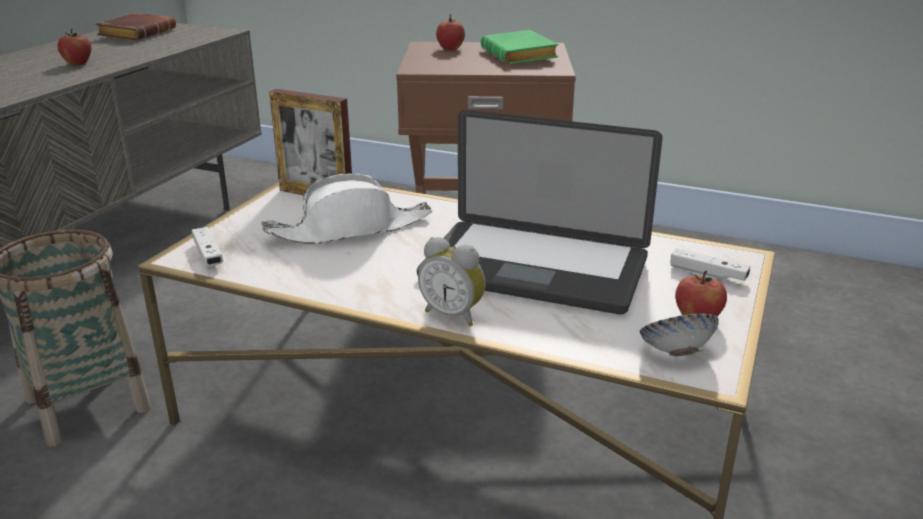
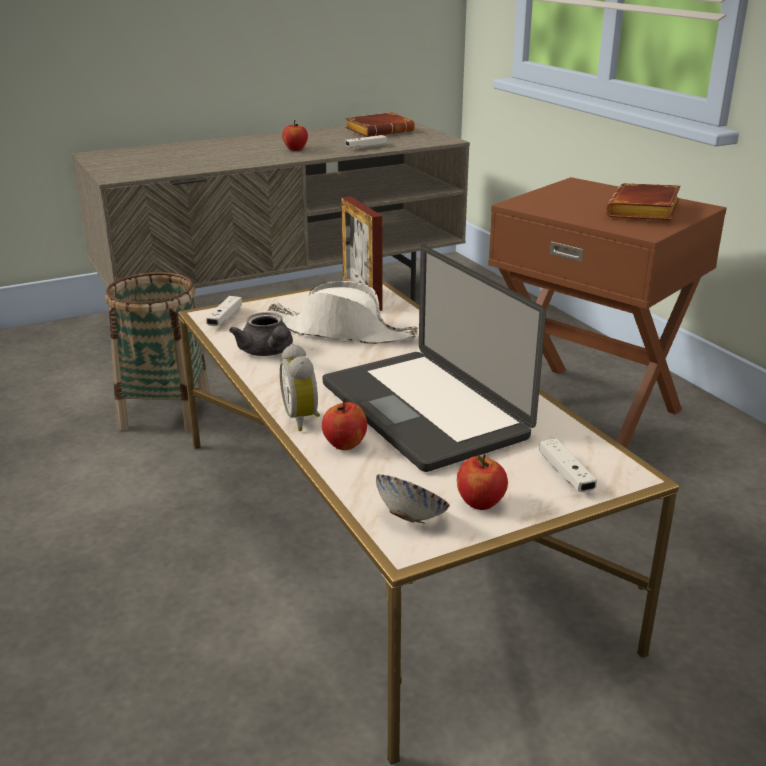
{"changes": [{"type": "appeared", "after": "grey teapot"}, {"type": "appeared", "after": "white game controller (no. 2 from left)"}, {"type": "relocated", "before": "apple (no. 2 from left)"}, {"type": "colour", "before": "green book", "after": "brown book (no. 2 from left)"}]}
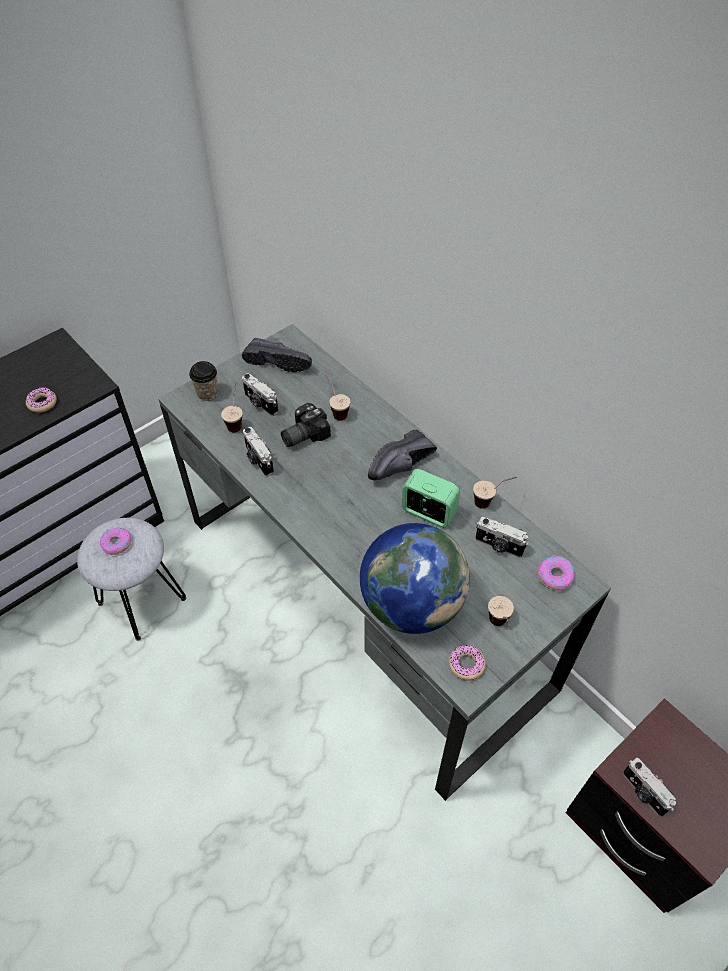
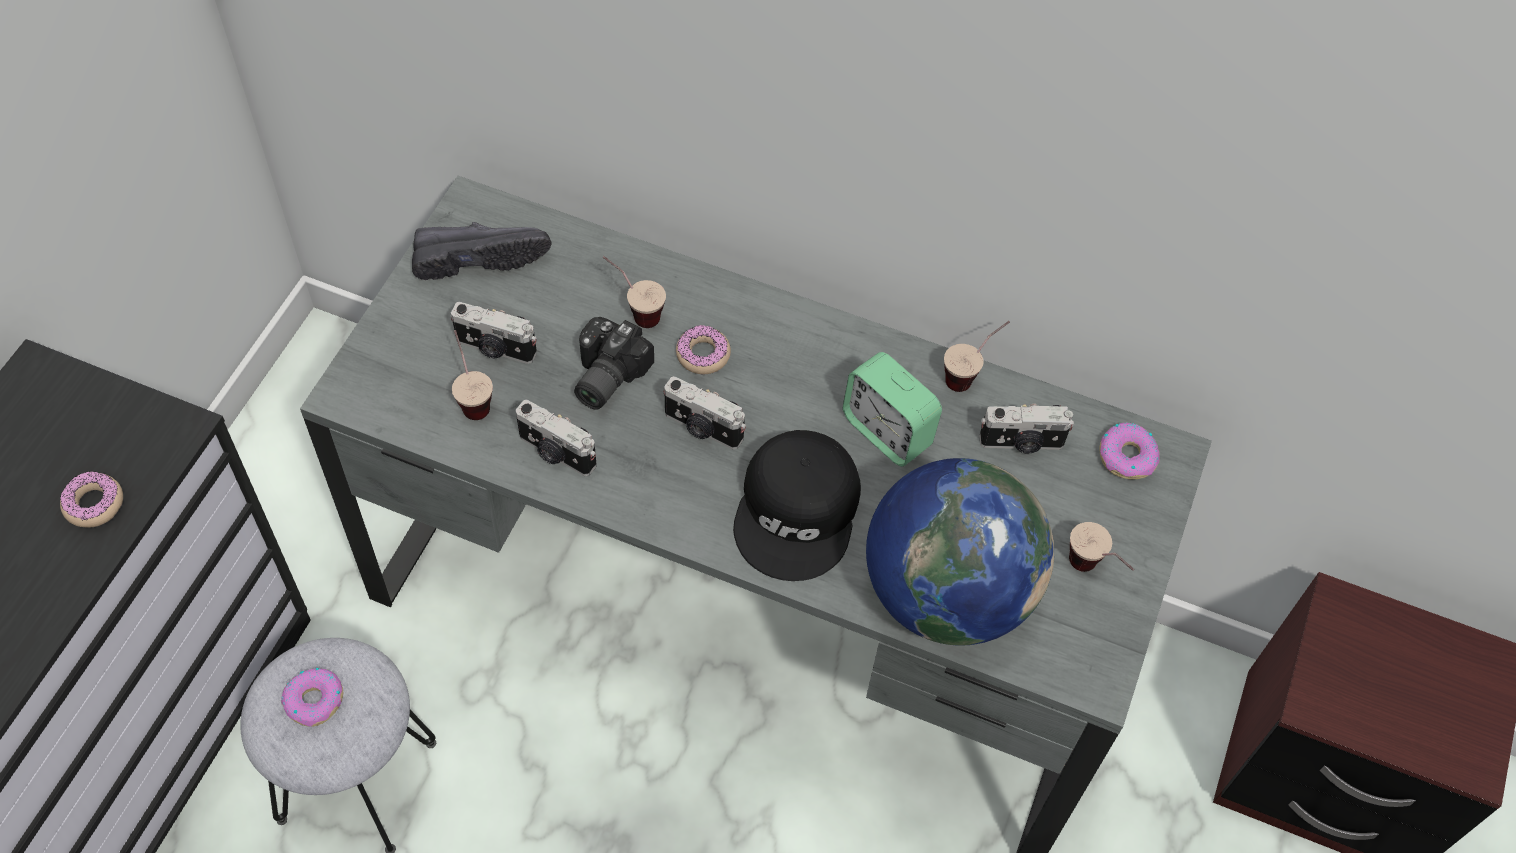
{"changes": [{"type": "missing", "before": "cup (no. 1 from left)"}, {"type": "missing", "before": "black shoe (no. 2 from left)"}, {"type": "appeared", "after": "black cap"}, {"type": "relocated", "before": "donut (no. 3 from left)"}, {"type": "relocated", "before": "photo camera (no. 5 from left in the first image)", "after": "photo camera (no. 4 from left)"}, {"type": "spun", "before": "alarm clock", "turn": -135}]}
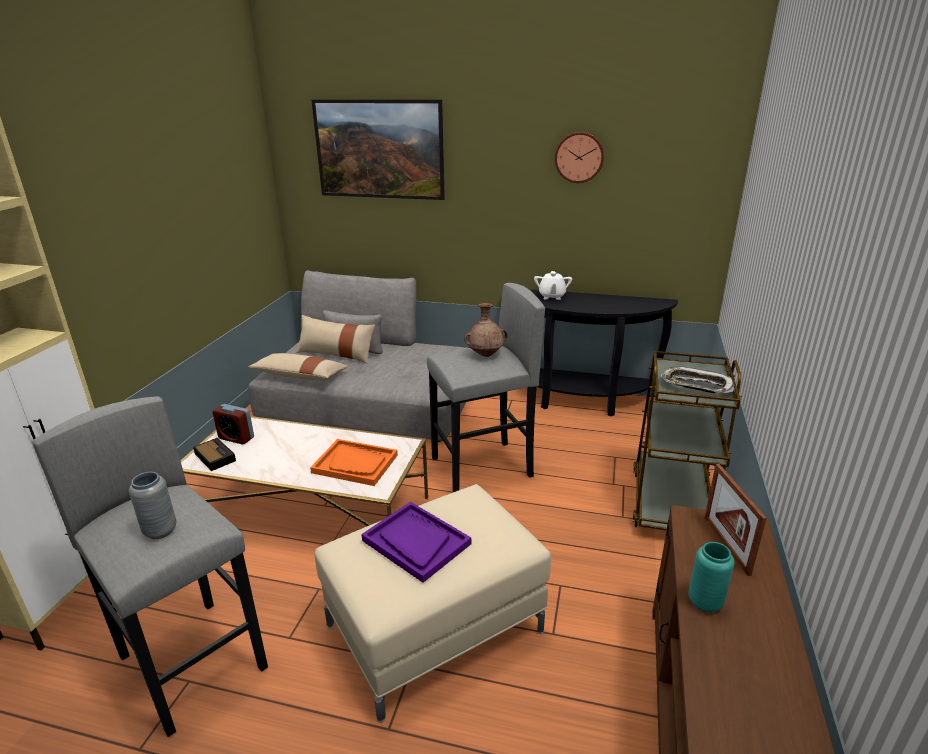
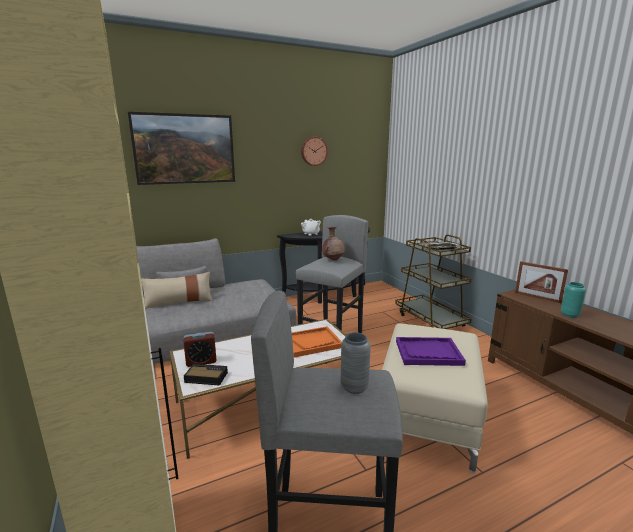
{"changes": [{"type": "missing", "before": "beige pillow (no. 1 from left)"}]}
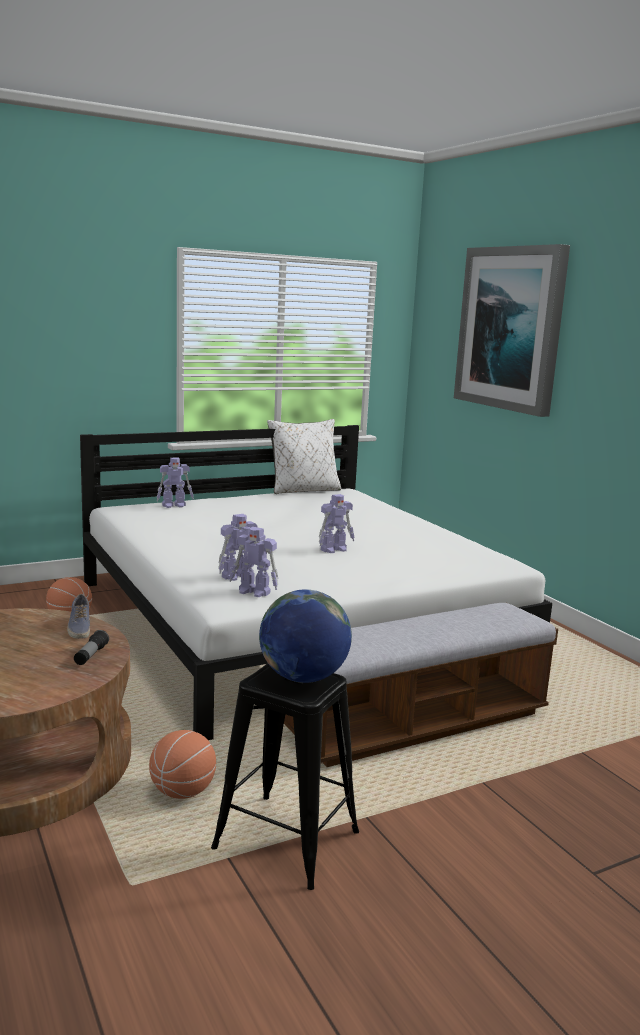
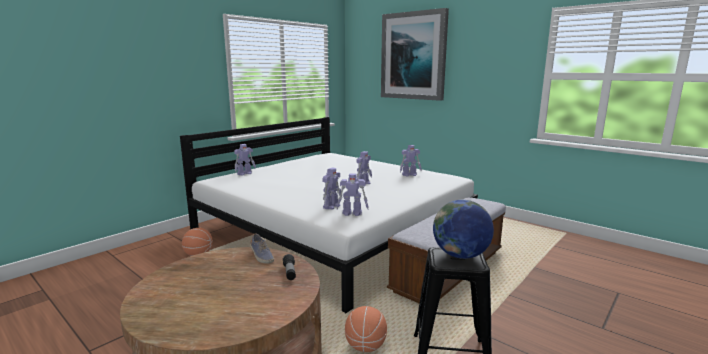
{"changes": [{"type": "missing", "before": "white pillow"}, {"type": "appeared", "after": "toy robot (no. 5 from left)"}]}
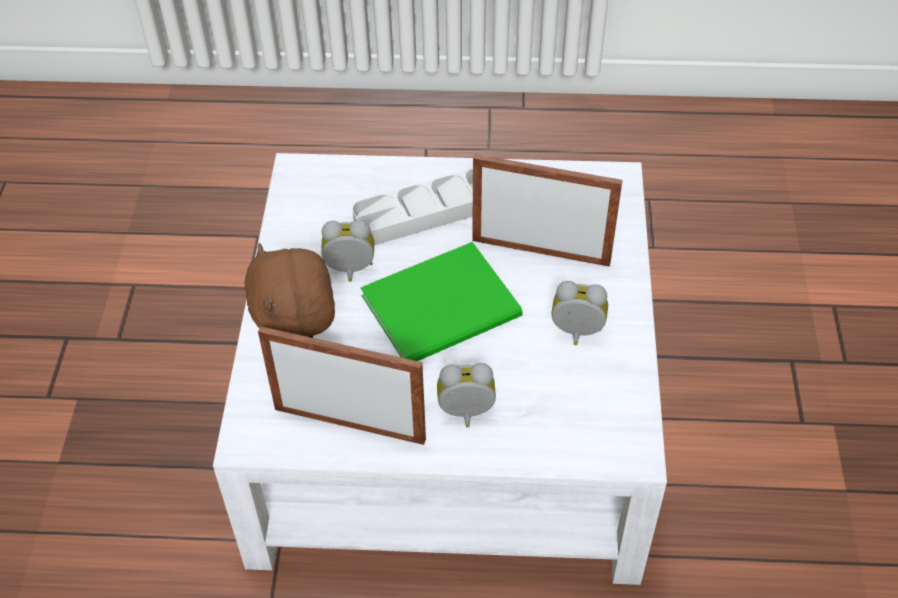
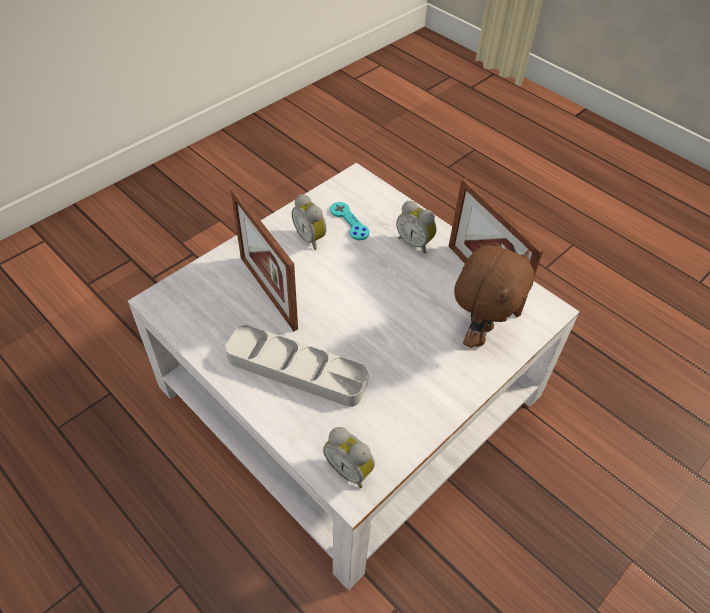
{"changes": [{"type": "missing", "before": "green book"}, {"type": "appeared", "after": "turquoise game controller"}, {"type": "relocated", "before": "alarm clock (no. 1 from left in the first image)", "after": "alarm clock (no. 2 from left)"}]}
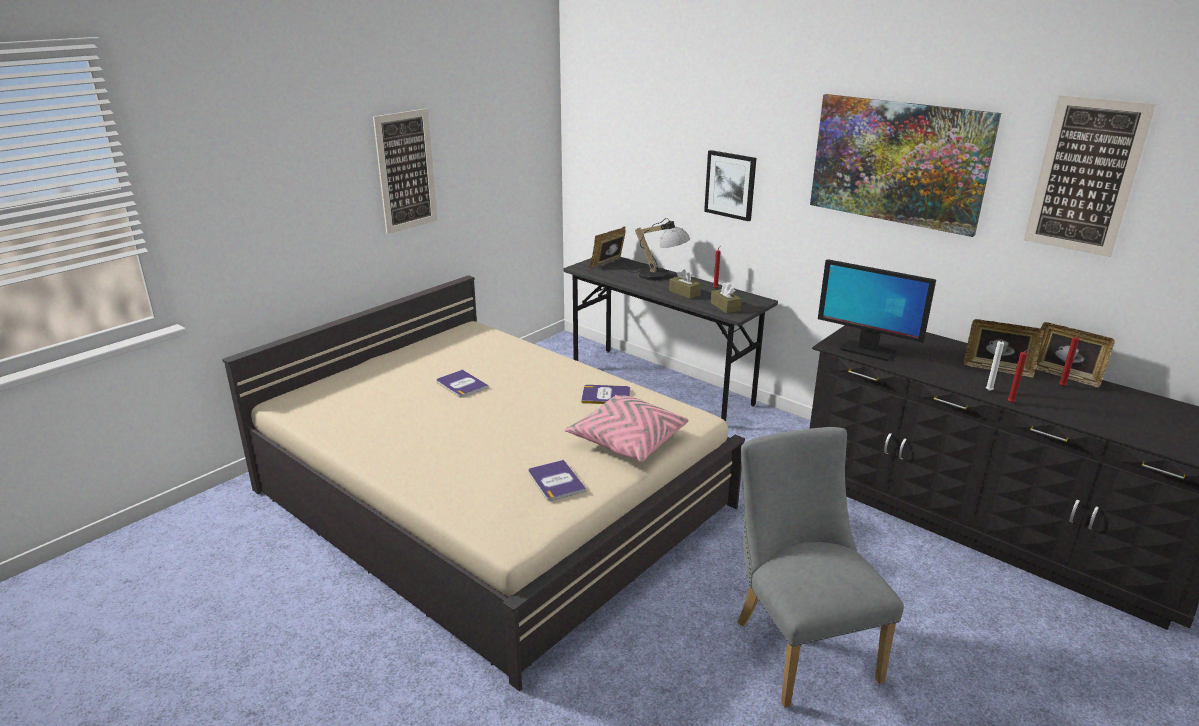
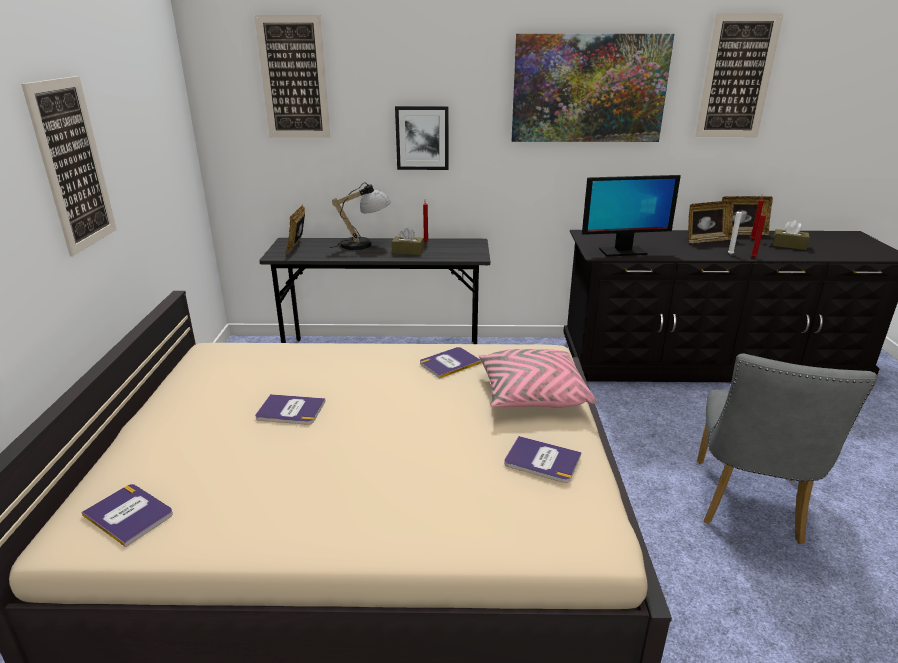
{"changes": [{"type": "appeared", "after": "book (no. 1 from left)"}, {"type": "appeared", "after": "picture (no. 2 from left)"}, {"type": "relocated", "before": "brown tissue box (no. 2 from left)"}, {"type": "spun", "before": "grey chair", "turn": -105}]}
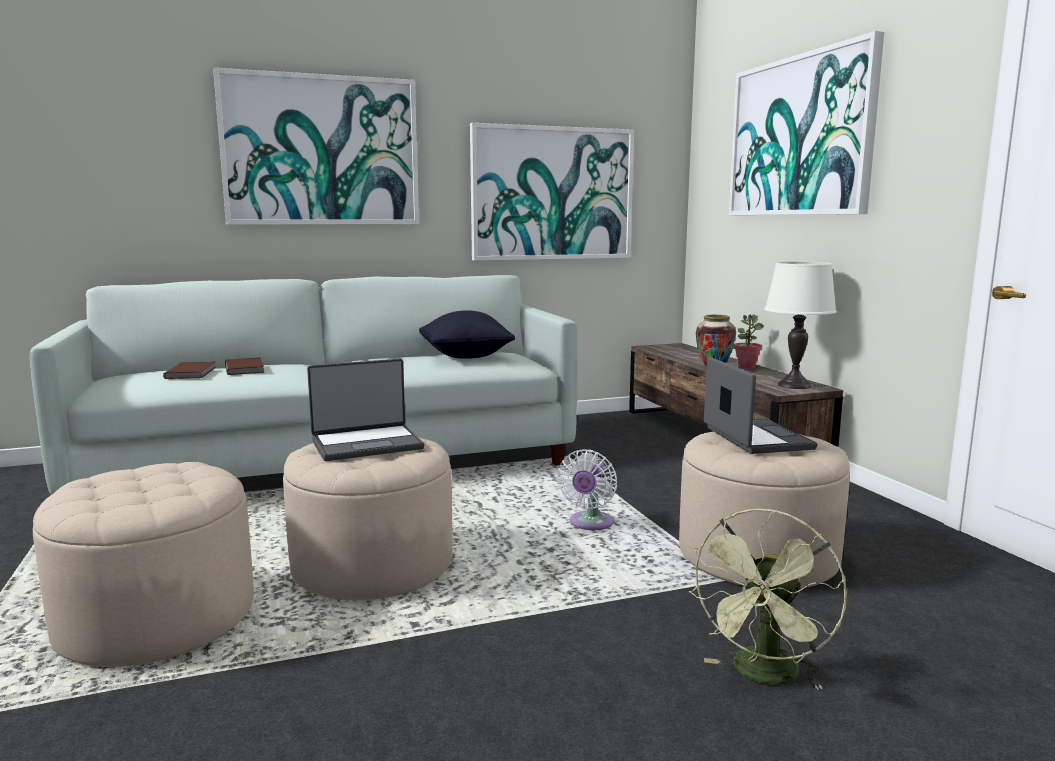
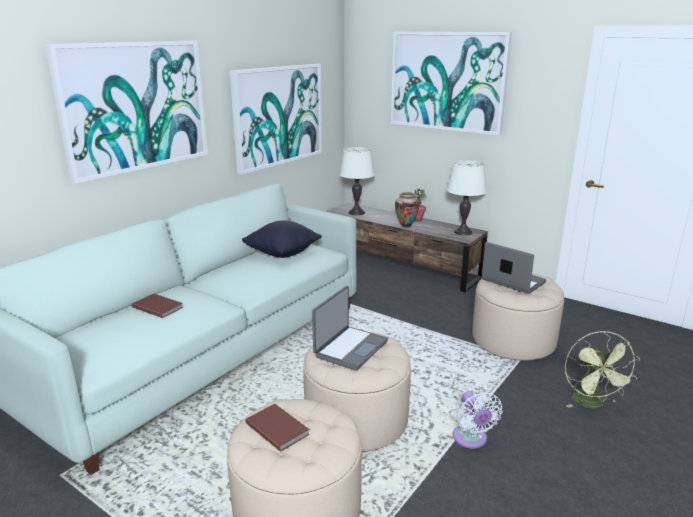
{"changes": [{"type": "appeared", "after": "white table lamp (no. 1 from left)"}, {"type": "relocated", "before": "brown book (no. 1 from left in the first image)", "after": "brown book (no. 2 from left)"}, {"type": "relocated", "before": "white fan"}]}
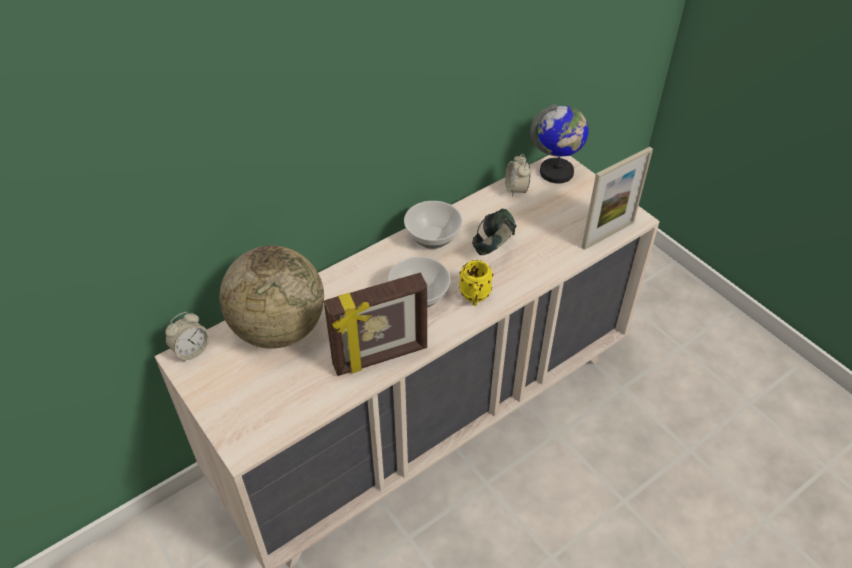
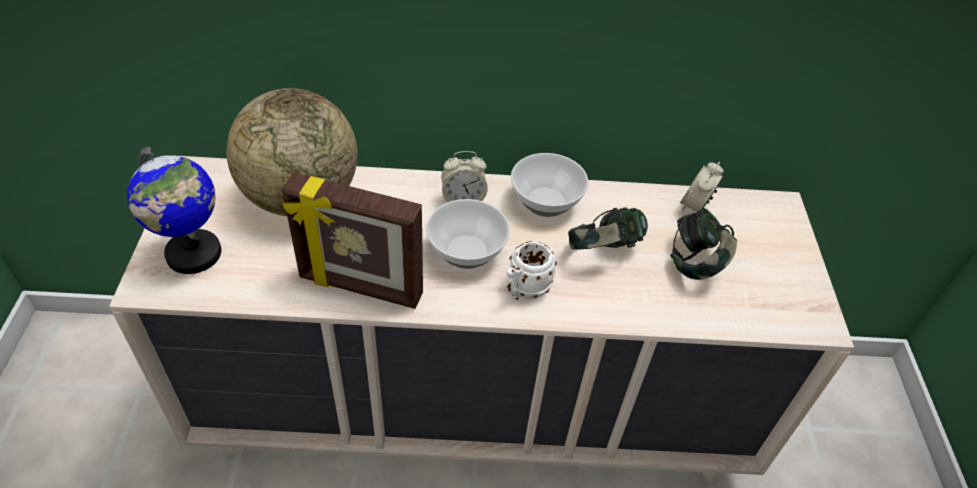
{"changes": [{"type": "missing", "before": "picture frame (no. 2 from left)"}, {"type": "appeared", "after": "headphones (no. 2 from left)"}, {"type": "relocated", "before": "alarm clock (no. 1 from left)"}, {"type": "relocated", "before": "globe (no. 2 from left in the first image)", "after": "globe (no. 1 from left)"}, {"type": "colour", "before": "yellow mug", "after": "white mug"}]}
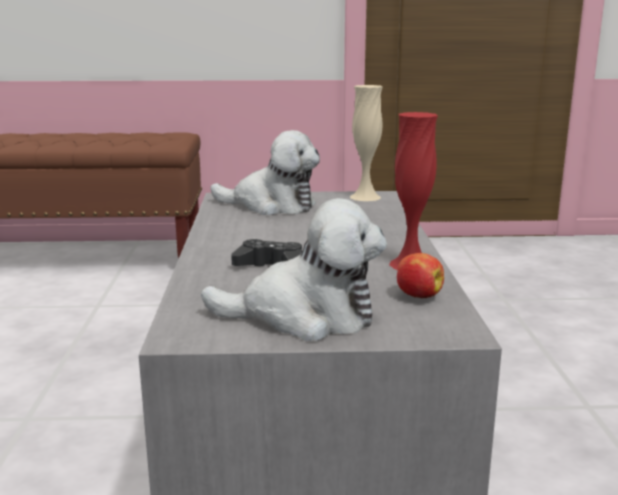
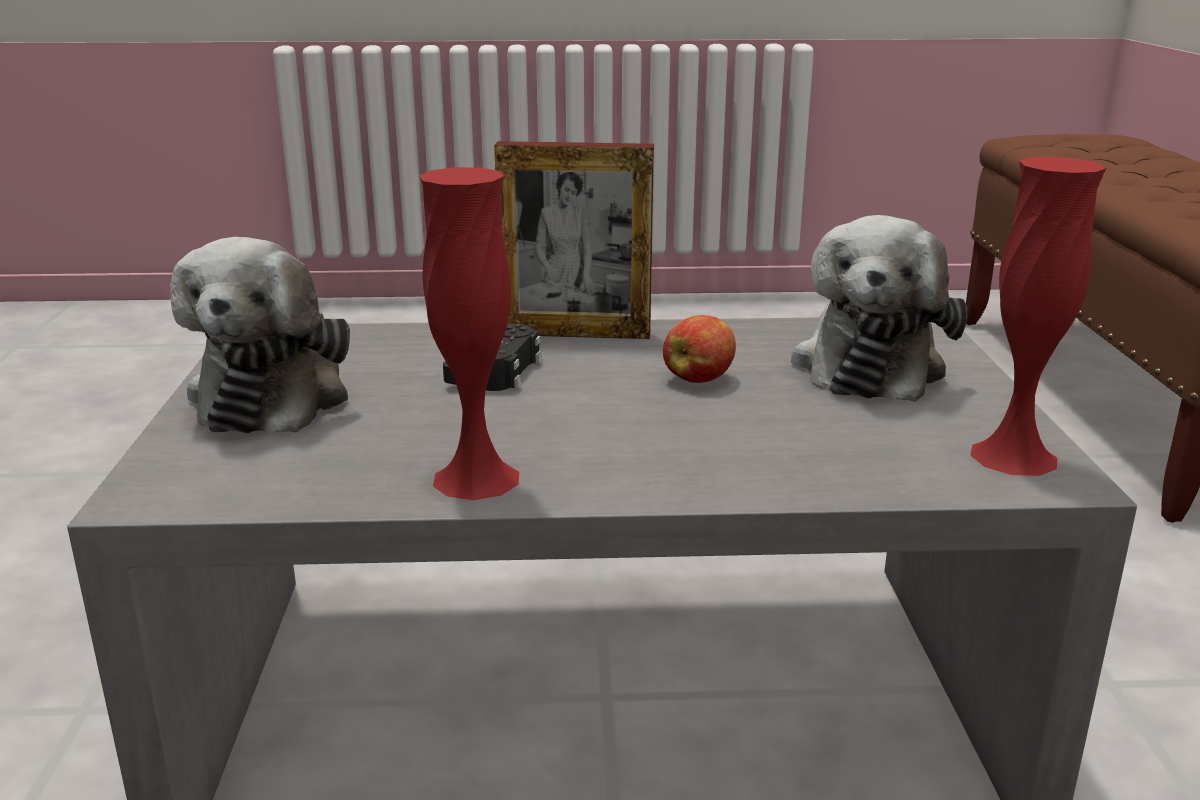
{"changes": [{"type": "appeared", "after": "picture frame"}, {"type": "relocated", "before": "apple"}, {"type": "colour", "before": "beige vase", "after": "red vase (no. 2 from left)"}]}
